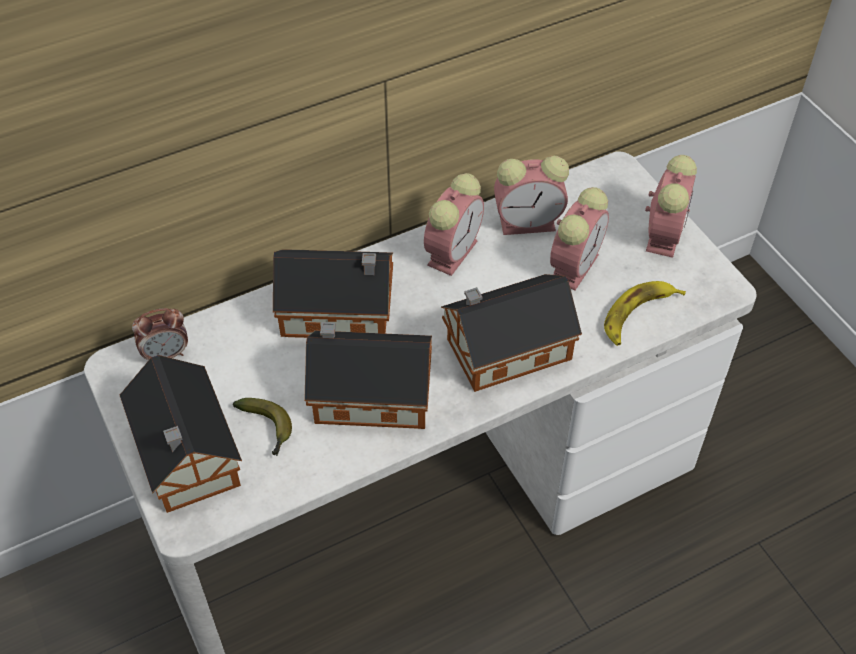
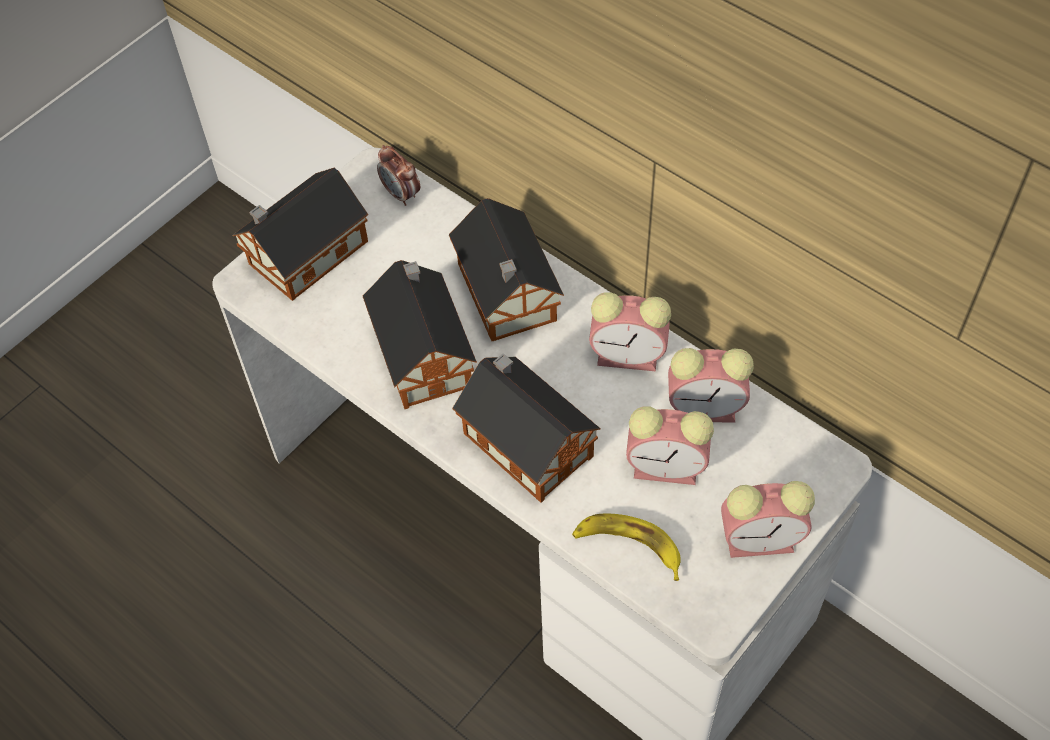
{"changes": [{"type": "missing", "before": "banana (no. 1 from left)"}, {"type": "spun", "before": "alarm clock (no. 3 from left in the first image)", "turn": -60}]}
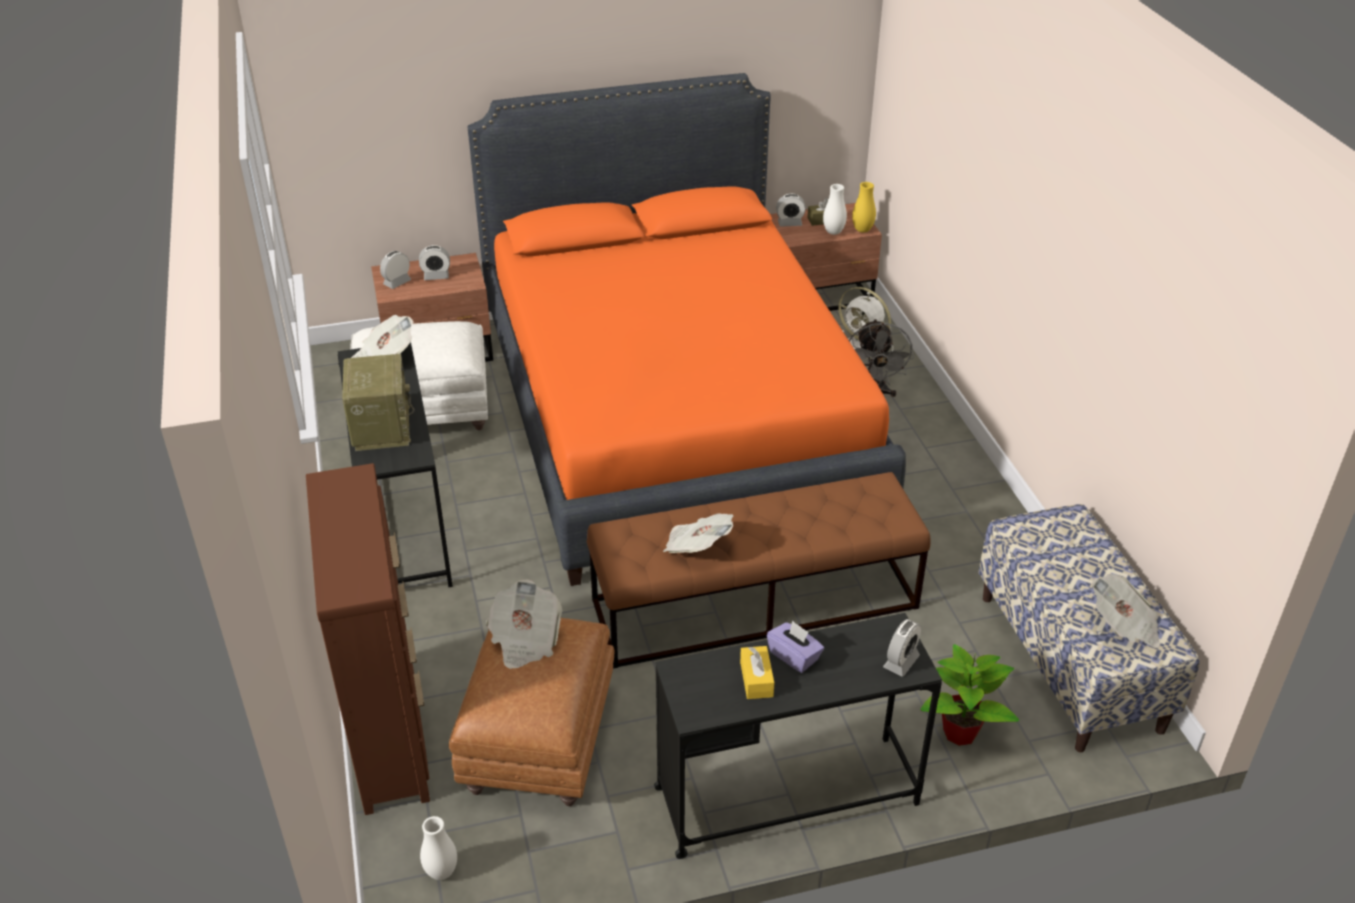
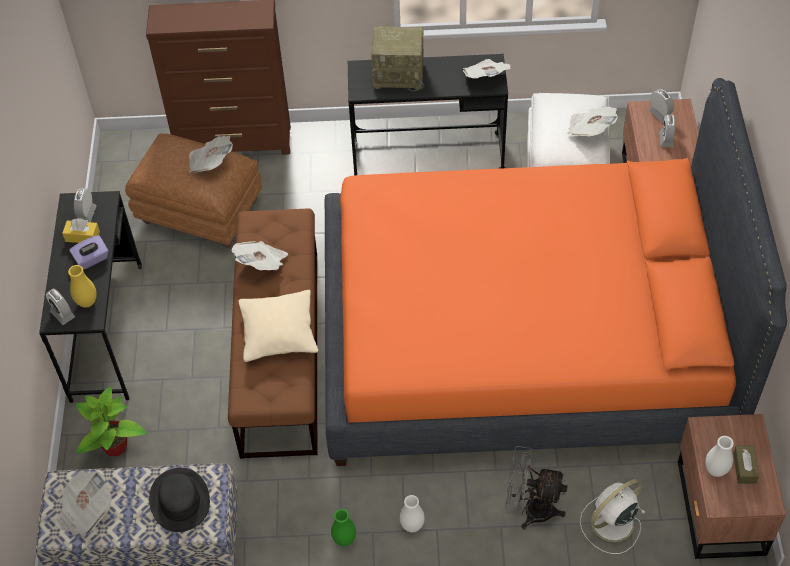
{"changes": [{"type": "appeared", "after": "black hat"}, {"type": "appeared", "after": "beige pillow"}, {"type": "appeared", "after": "green vase"}, {"type": "appeared", "after": "newspaper (no. 5 from left)"}, {"type": "relocated", "before": "white vase (no. 1 from left)"}, {"type": "relocated", "before": "alarm clock (no. 3 from left in the first image)", "after": "alarm clock (no. 2 from left)"}, {"type": "relocated", "before": "yellow vase"}]}
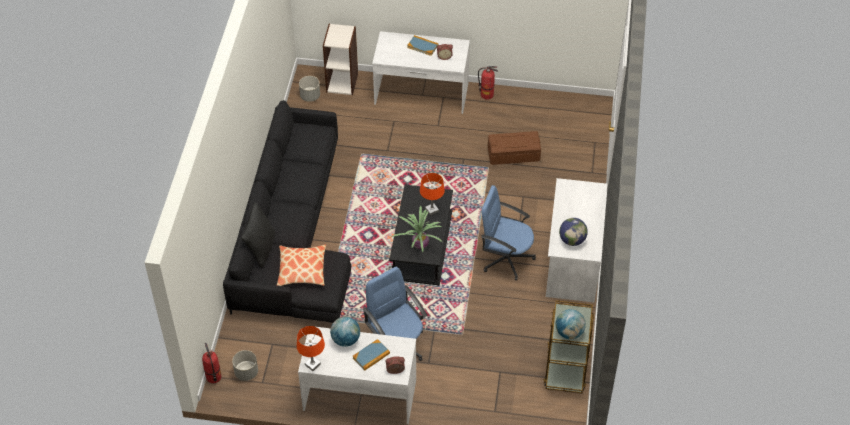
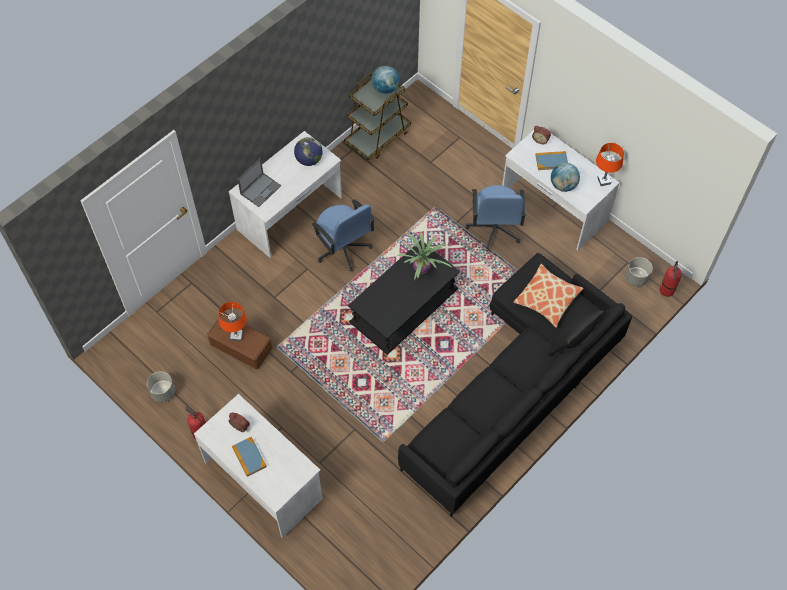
{"changes": [{"type": "missing", "before": "bookcase"}, {"type": "appeared", "after": "laptop"}, {"type": "relocated", "before": "grey planter (no. 2 from left in the first image)", "after": "grey planter (no. 1 from left)"}, {"type": "relocated", "before": "orange table lamp (no. 2 from left in the first image)", "after": "orange table lamp (no. 1 from left)"}]}
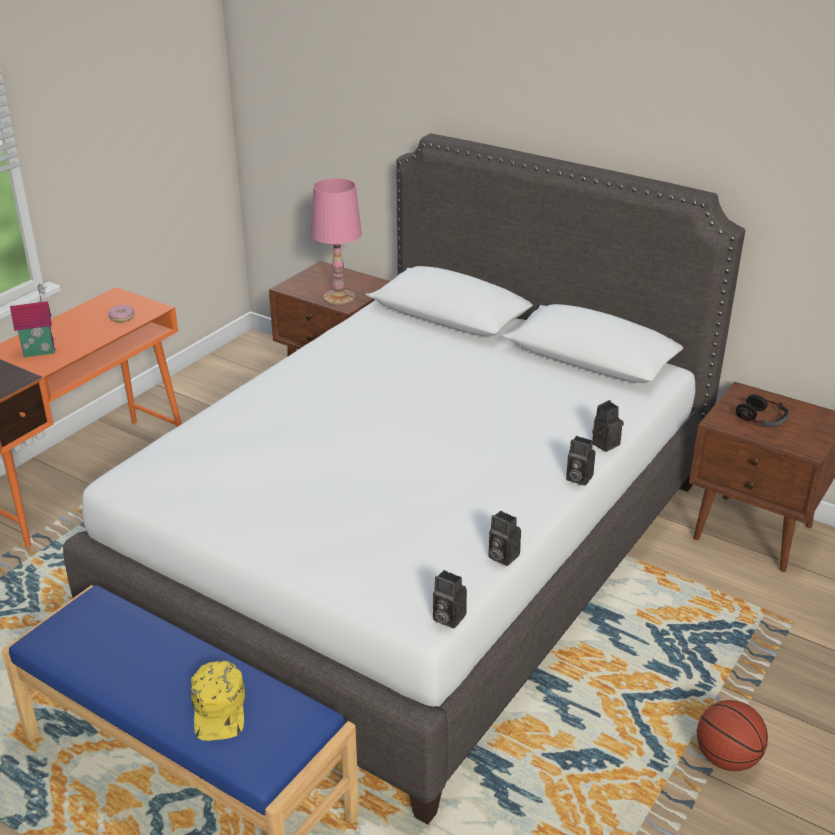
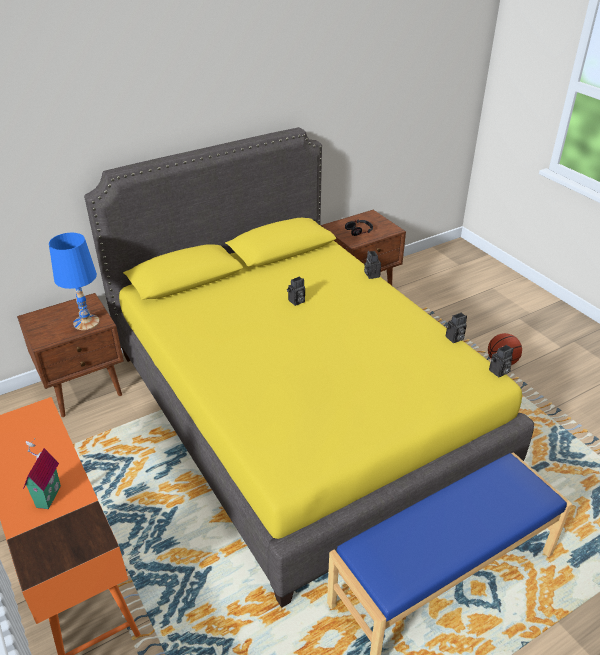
{"changes": [{"type": "missing", "before": "donut"}, {"type": "missing", "before": "yellow cap"}, {"type": "relocated", "before": "photo camera (no. 3 from left in the first image)", "after": "photo camera (no. 1 from left)"}, {"type": "colour", "before": "white bed", "after": "yellow bed"}, {"type": "colour", "before": "pink table lamp", "after": "blue table lamp"}]}
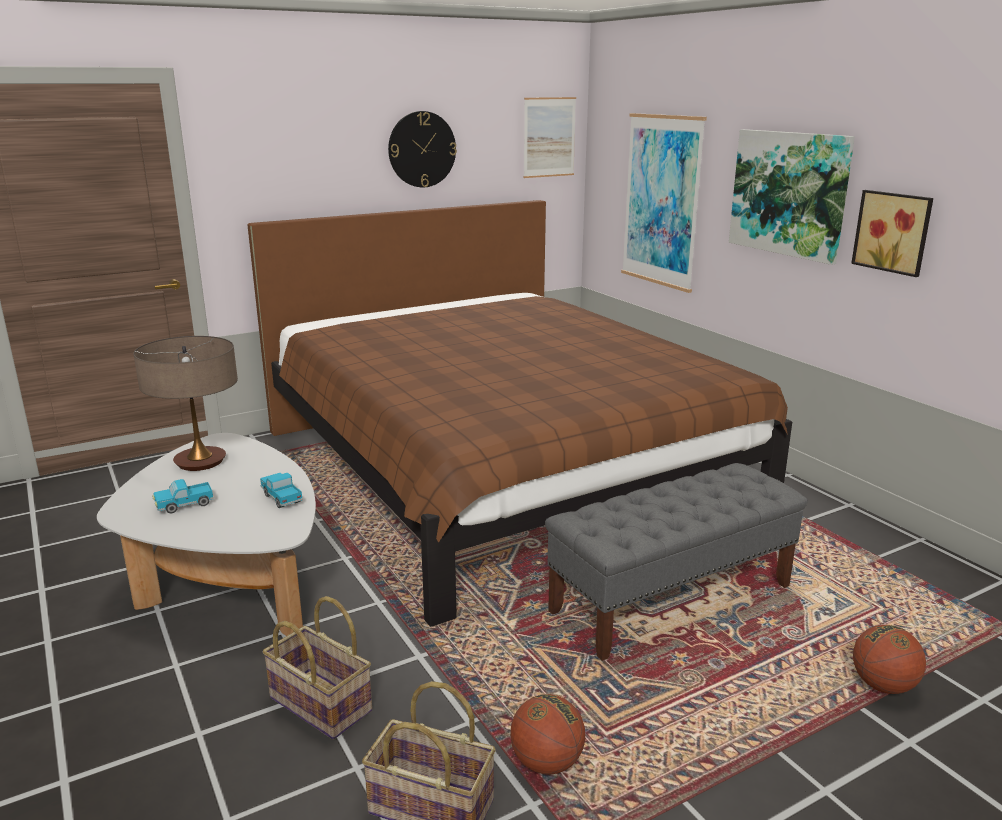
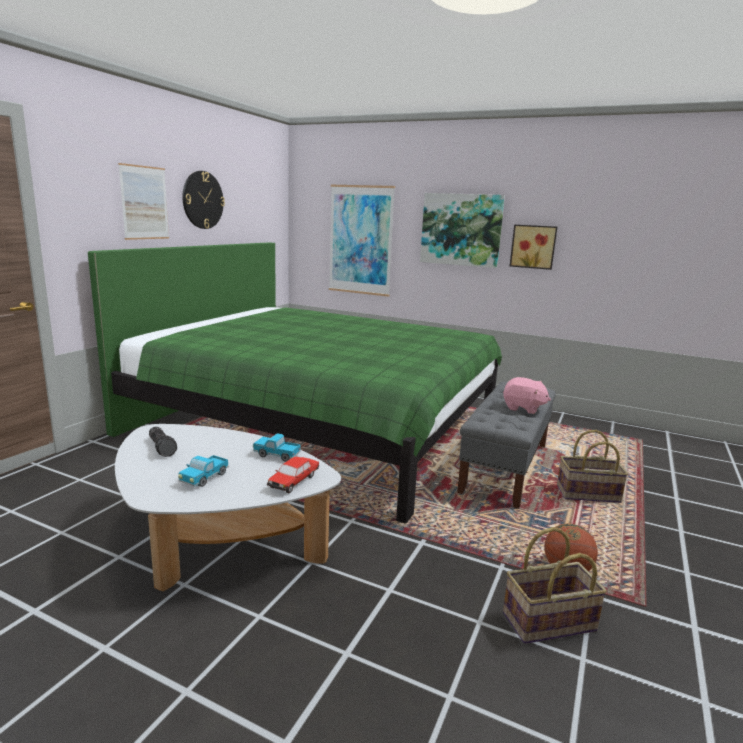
{"changes": [{"type": "missing", "before": "basketball (no. 2 from left)"}, {"type": "appeared", "after": "toy car"}, {"type": "appeared", "after": "pink plush toy"}, {"type": "relocated", "before": "basket (no. 1 from left in the first image)", "after": "basket (no. 2 from left)"}, {"type": "relocated", "before": "picture (no. 1 from left)"}, {"type": "exchanged", "before": "table lamp", "after": "flashlight"}, {"type": "colour", "before": "brown bed", "after": "green bed"}]}
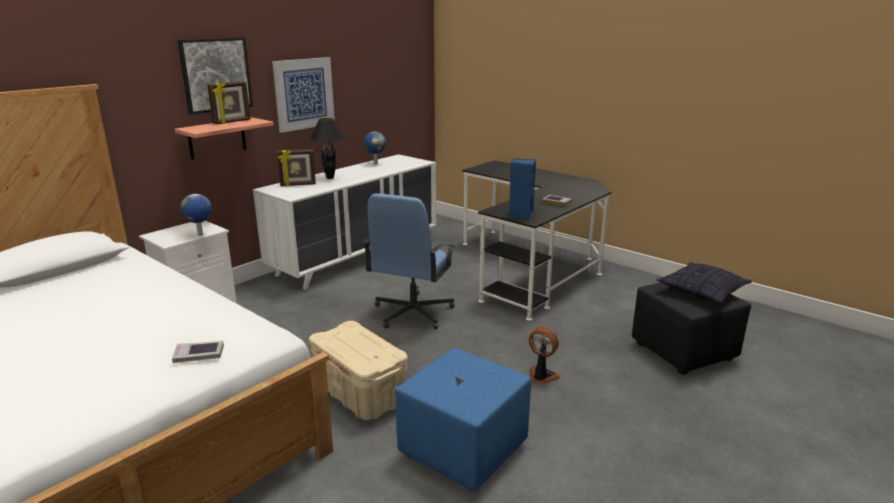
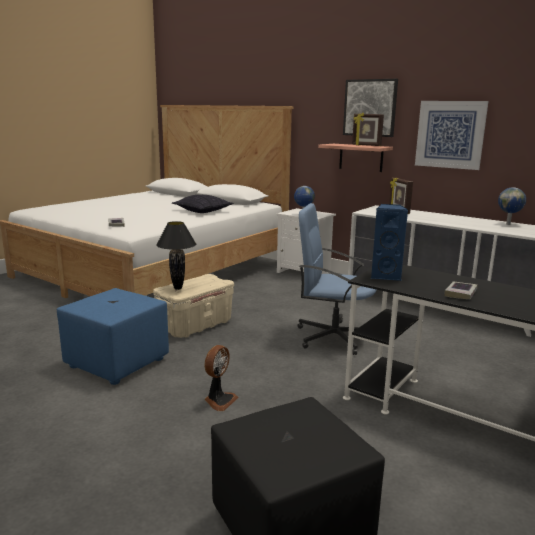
{"changes": [{"type": "relocated", "before": "black table lamp"}, {"type": "relocated", "before": "pillow"}]}
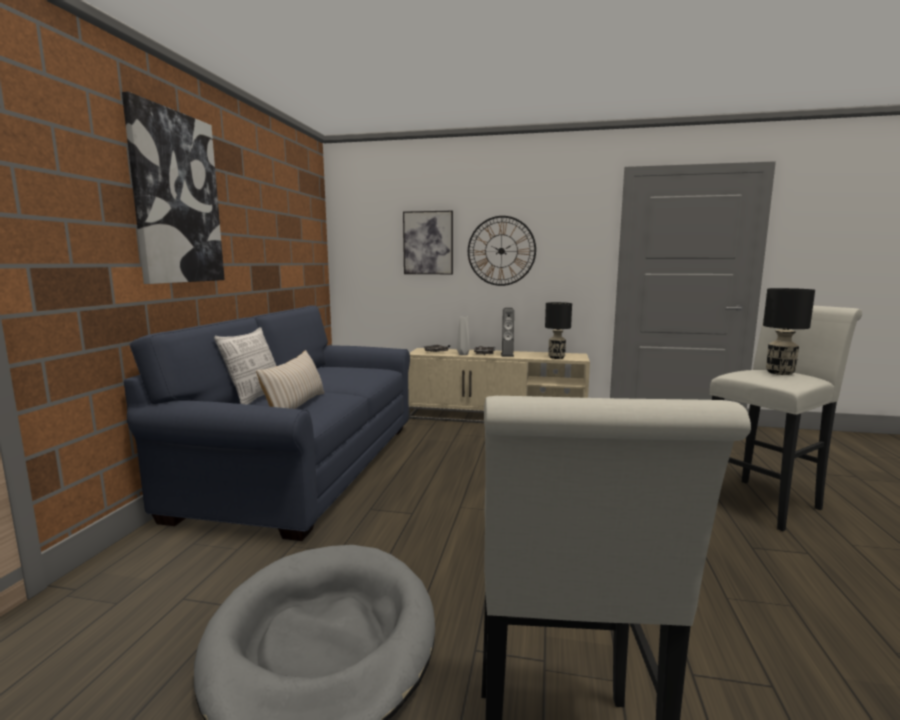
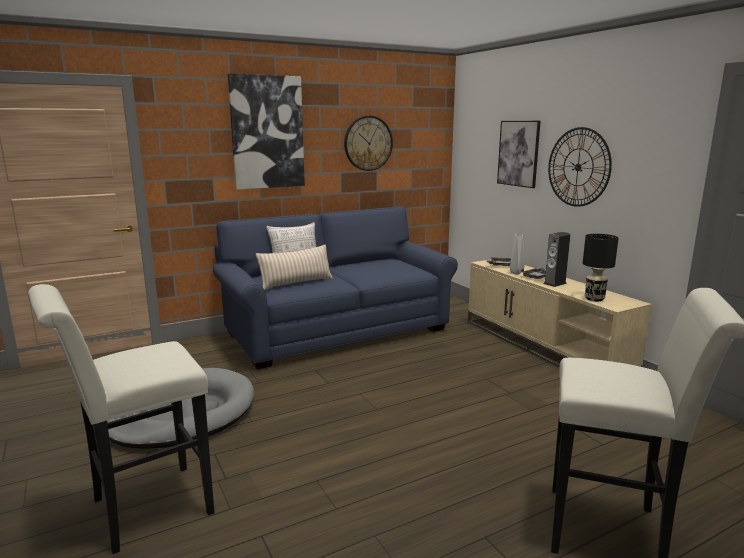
{"changes": [{"type": "missing", "before": "black table lamp (no. 2 from left)"}, {"type": "appeared", "after": "wall clock (no. 1 from left)"}]}
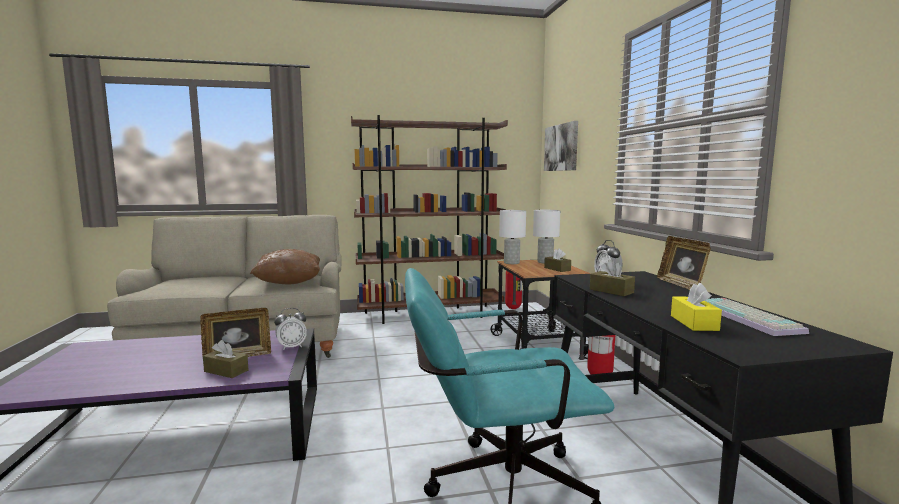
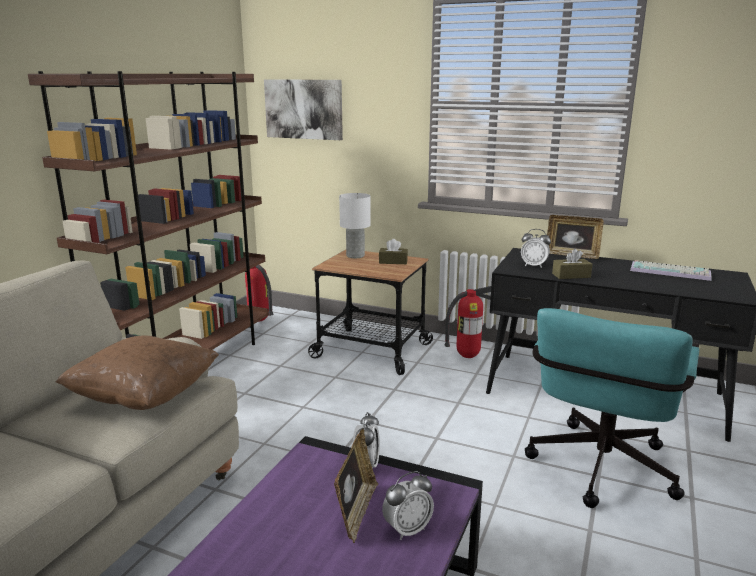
{"changes": [{"type": "missing", "before": "white table lamp (no. 1 from left)"}, {"type": "missing", "before": "yellow tissue box"}, {"type": "exchanged", "before": "brown tissue box (no. 1 from left)", "after": "alarm clock (no. 2 from left)"}]}
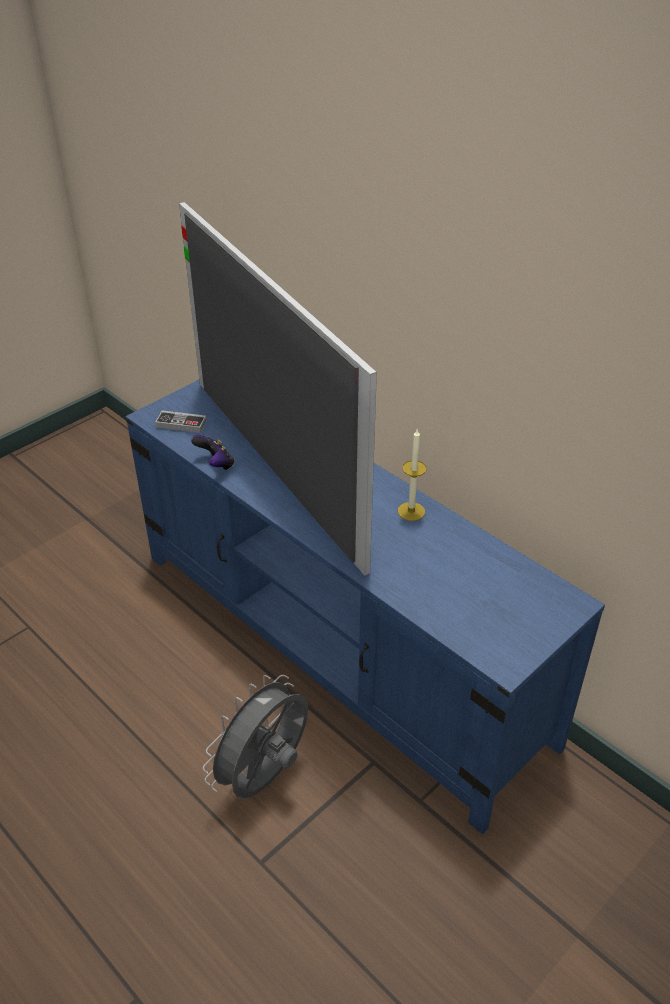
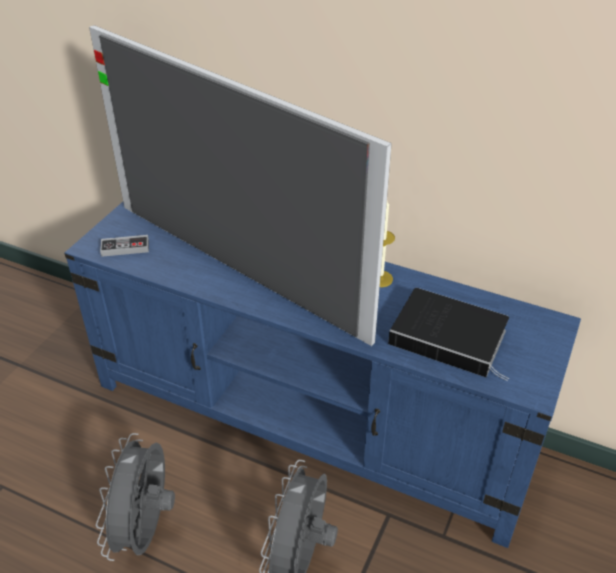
{"changes": [{"type": "missing", "before": "game controller (no. 2 from left)"}, {"type": "appeared", "after": "grey fan (no. 1 from left)"}, {"type": "appeared", "after": "book"}]}
